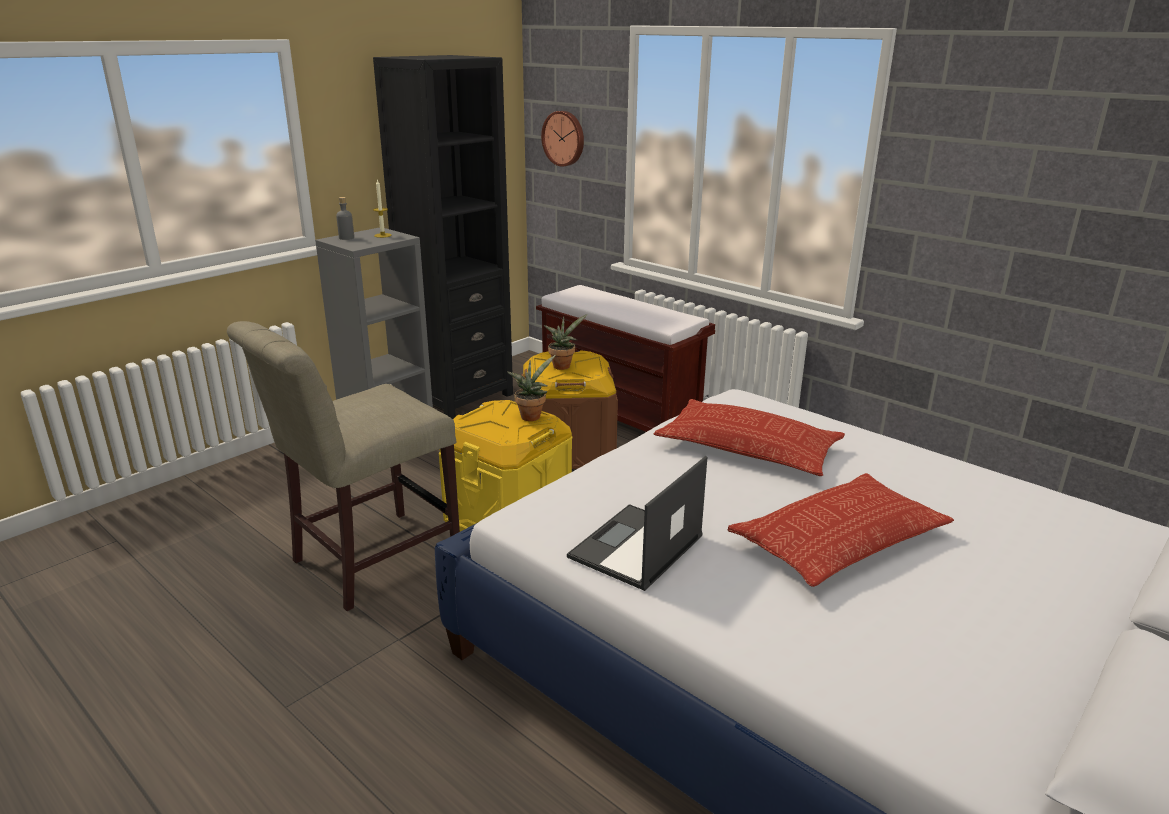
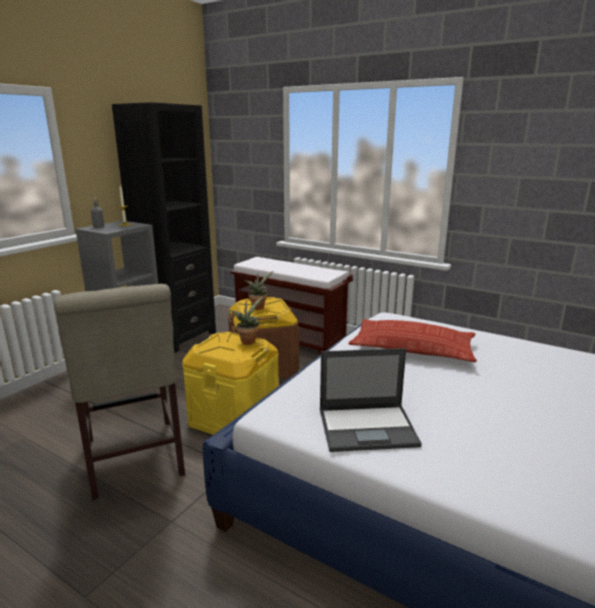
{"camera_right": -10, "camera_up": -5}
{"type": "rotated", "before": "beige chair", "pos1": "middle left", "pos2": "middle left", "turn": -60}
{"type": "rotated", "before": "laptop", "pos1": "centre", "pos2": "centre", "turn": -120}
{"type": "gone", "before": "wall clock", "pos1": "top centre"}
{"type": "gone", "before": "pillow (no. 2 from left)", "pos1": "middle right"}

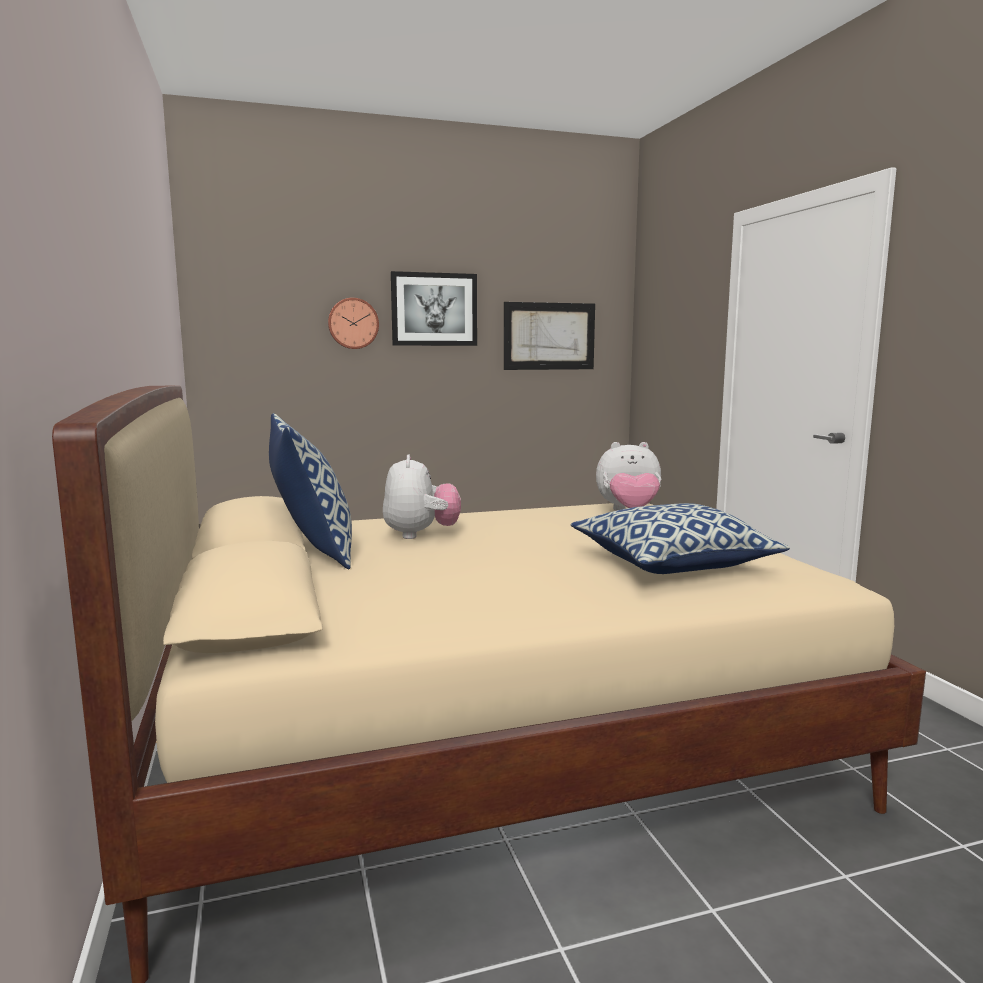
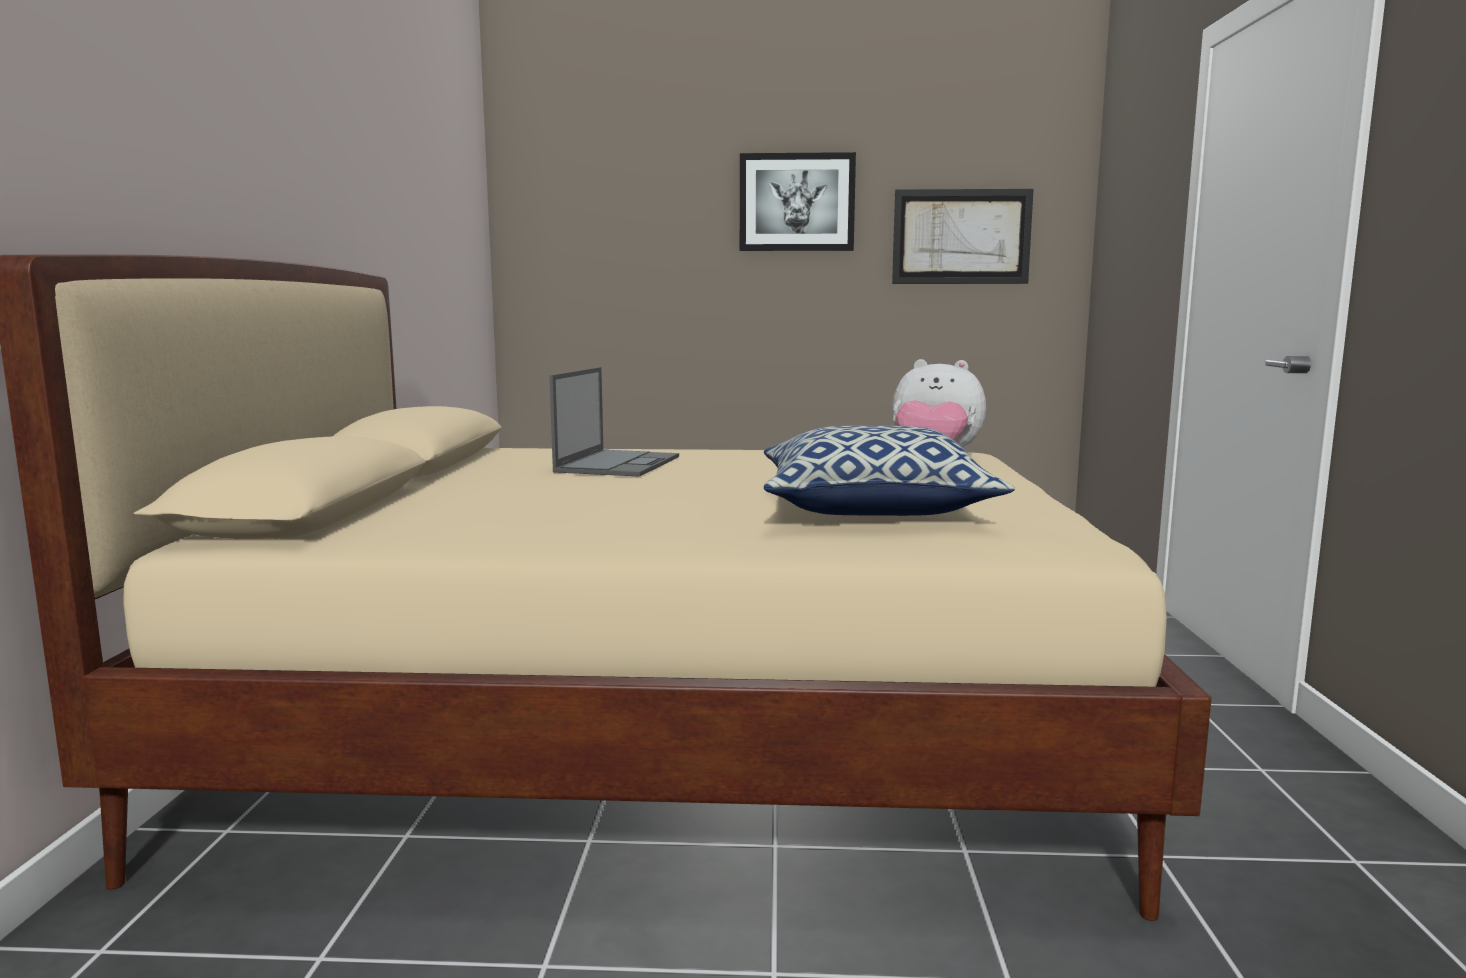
{"camera_right": 20, "camera_up": 0}
{"type": "swapped", "before": "plush toy (no. 1 from left)", "after": "laptop", "pos1": "centre", "pos2": "centre"}
{"type": "gone", "before": "pillow (no. 1 from left)", "pos1": "middle left"}
{"type": "gone", "before": "wall clock", "pos1": "top centre"}

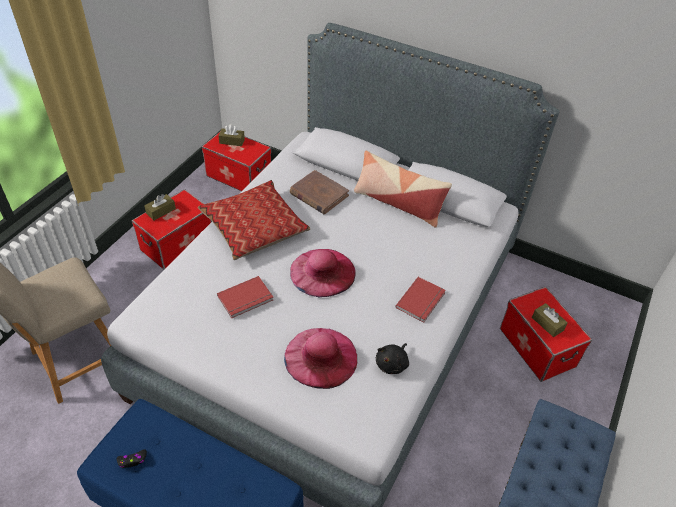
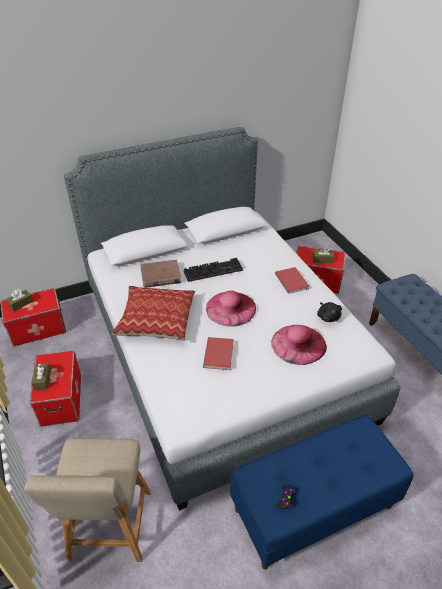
{"camera_right": -50, "camera_up": -5}
{"type": "new", "after": "keyboard", "pos2": "centre"}
{"type": "gone", "before": "pillow (no. 2 from left)", "pos1": "centre"}

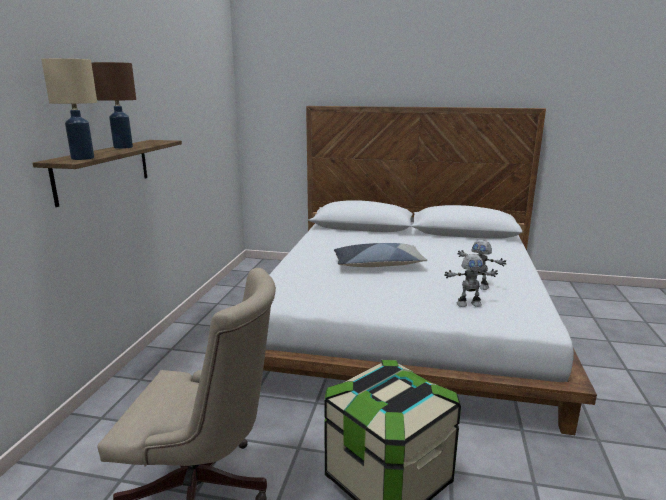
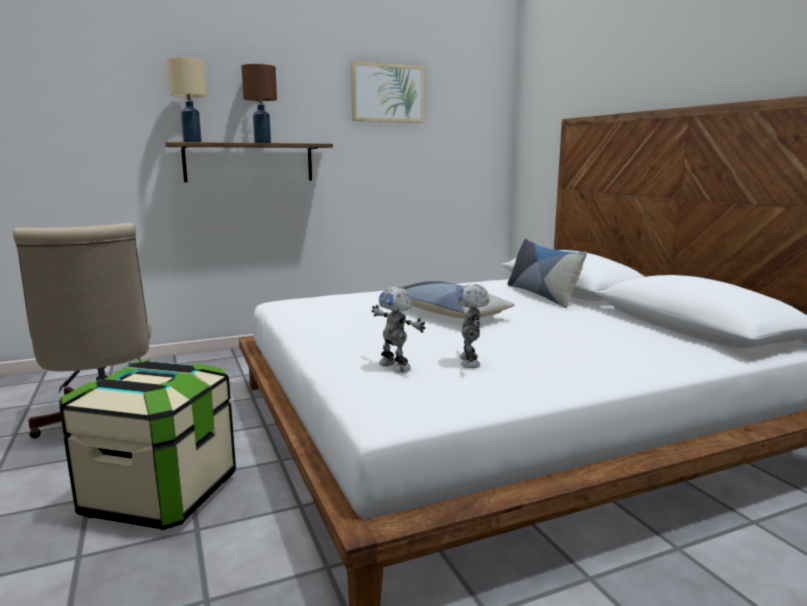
{"camera_right": 55, "camera_up": -5}
{"type": "new", "after": "picture", "pos2": "top centre"}
{"type": "new", "after": "pillow (no. 2 from left)", "pos2": "middle right"}

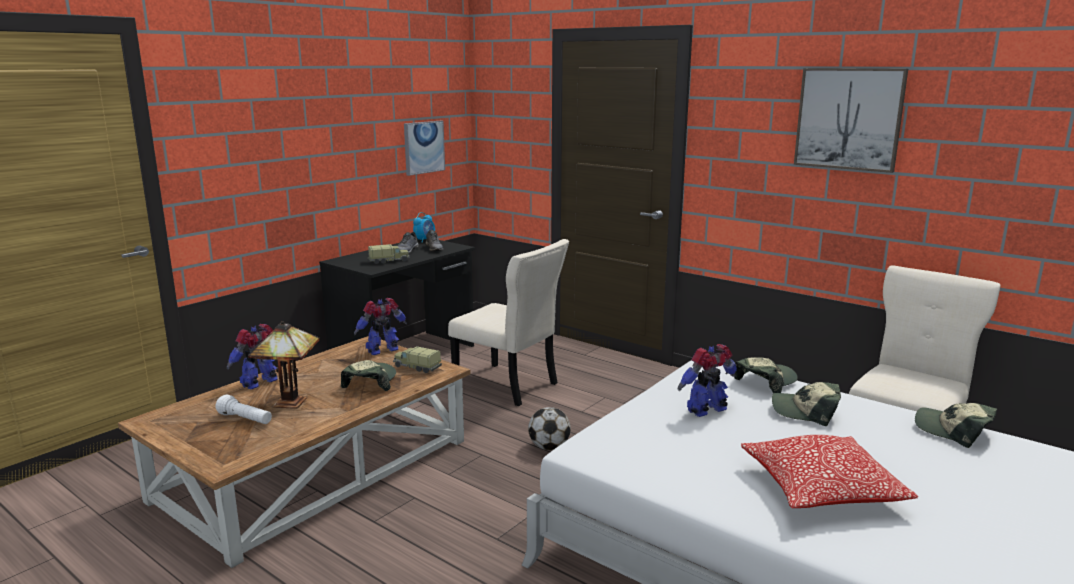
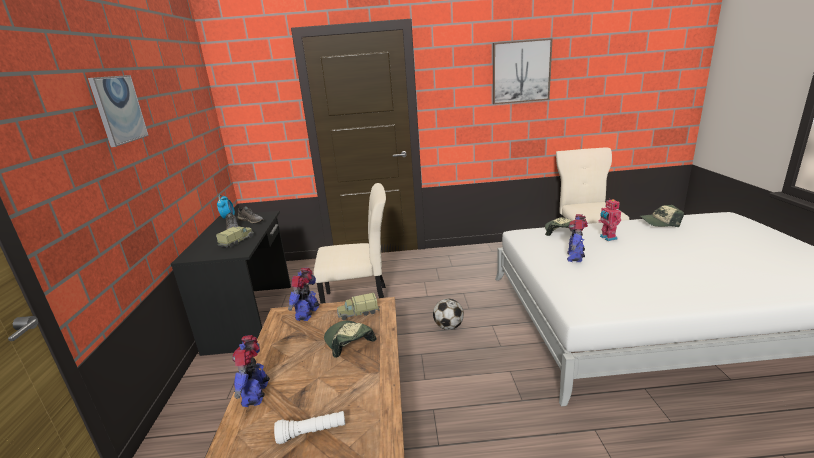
{"camera_right": -40, "camera_up": 5}
{"type": "shifted", "before": "picture (no. 1 from left)", "pos1": "top centre", "pos2": "top left"}
{"type": "swapped", "before": "cap (no. 3 from left)", "after": "toy robot (no. 4 from left)", "pos1": "bottom right", "pos2": "middle right"}
{"type": "gone", "before": "table lamp", "pos1": "middle left"}
{"type": "gone", "before": "pillow", "pos1": "bottom right"}

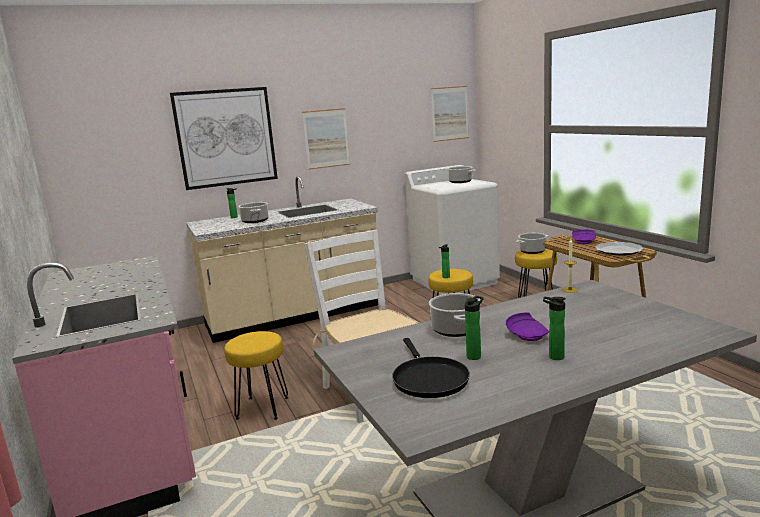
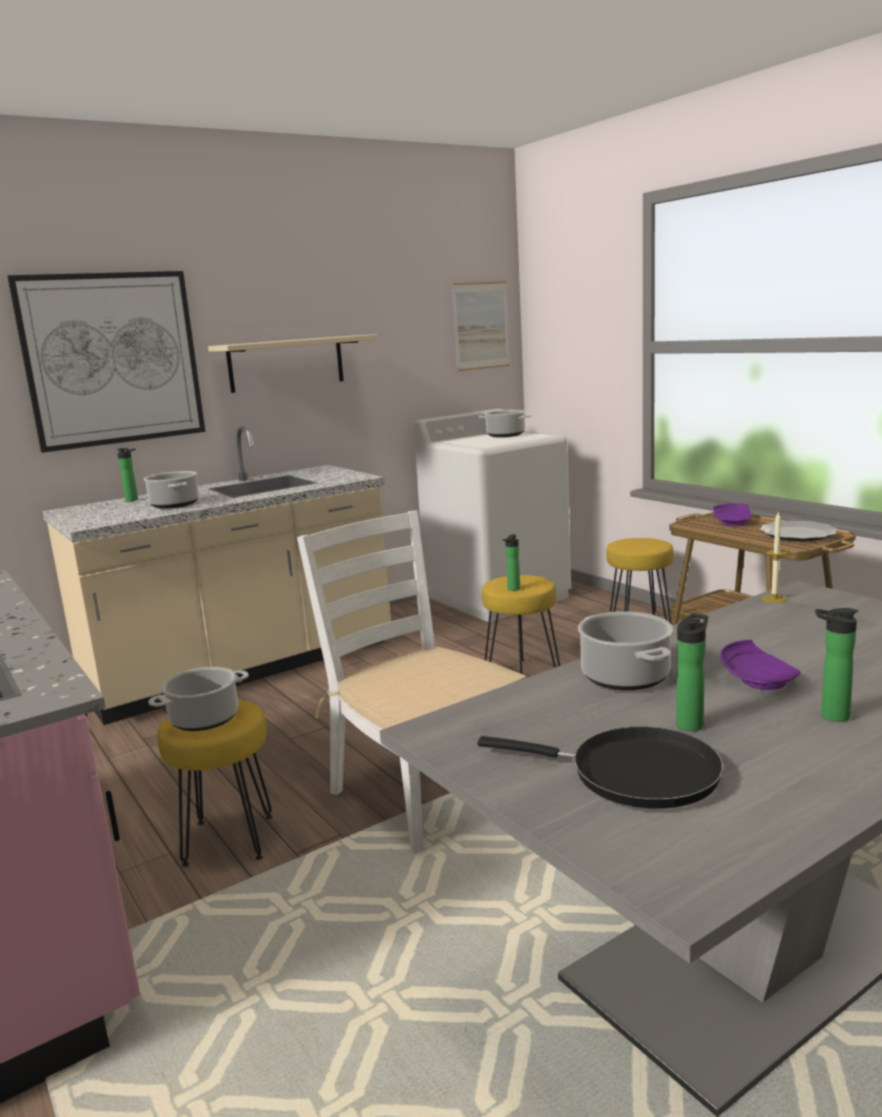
{"camera_right": -10, "camera_up": 0}
{"type": "shifted", "before": "cooking pot (no. 4 from left in the first image)", "after": "cooking pot (no. 2 from left)", "pos1": "middle right", "pos2": "middle left"}
{"type": "swapped", "before": "picture (no. 2 from left)", "after": "beige shelf", "pos1": "top centre", "pos2": "top left"}
{"type": "rotated", "before": "black frying pan", "pos1": "bottom centre", "pos2": "bottom right", "turn": -45}

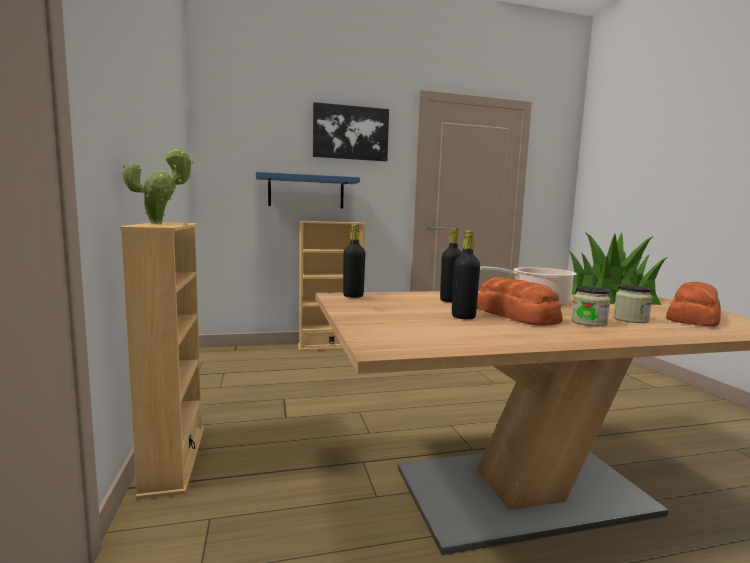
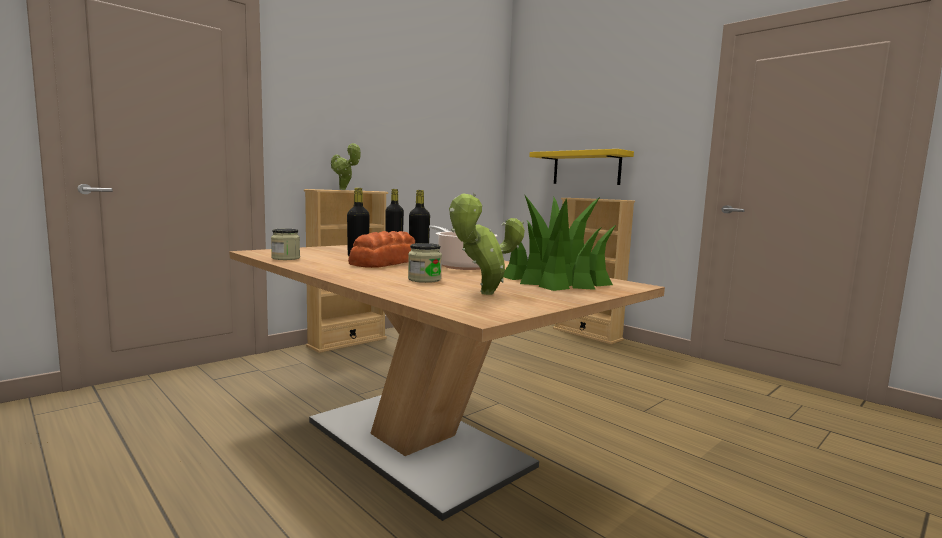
{"camera_right": 60, "camera_up": 0}
{"type": "shifted", "before": "jar (no. 1 from left)", "pos1": "middle right", "pos2": "middle left"}
{"type": "swapped", "before": "bread (no. 2 from left)", "after": "potted plant (no. 2 from left)", "pos1": "middle right", "pos2": "centre"}
{"type": "repainted", "before": "blue shelf", "after": "yellow shelf", "pos1": "centre", "pos2": "top centre"}
{"type": "gone", "before": "picture", "pos1": "top centre"}

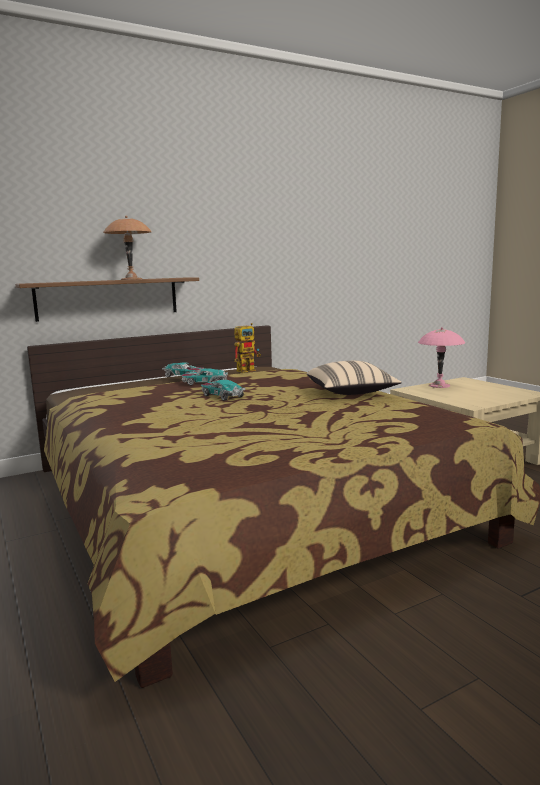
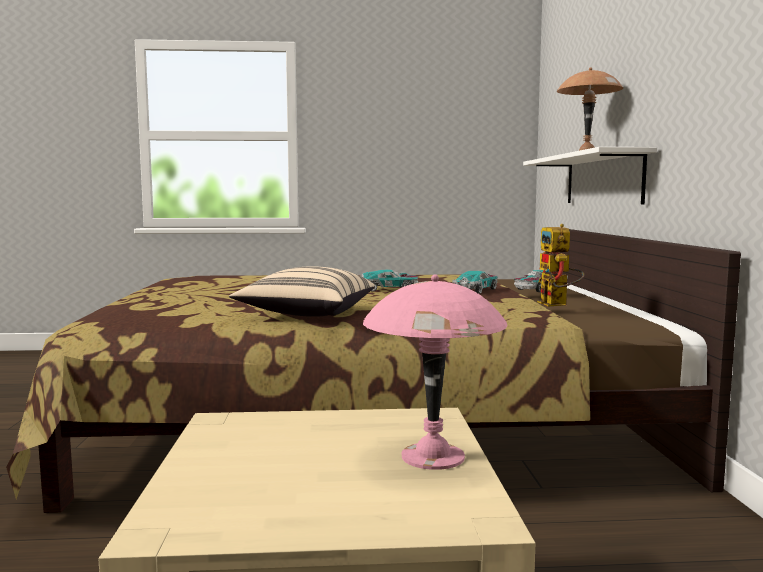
{"camera_right": 115, "camera_up": -5}
{"type": "repainted", "before": "brown shelf", "after": "white shelf", "pos1": "middle left", "pos2": "top right"}

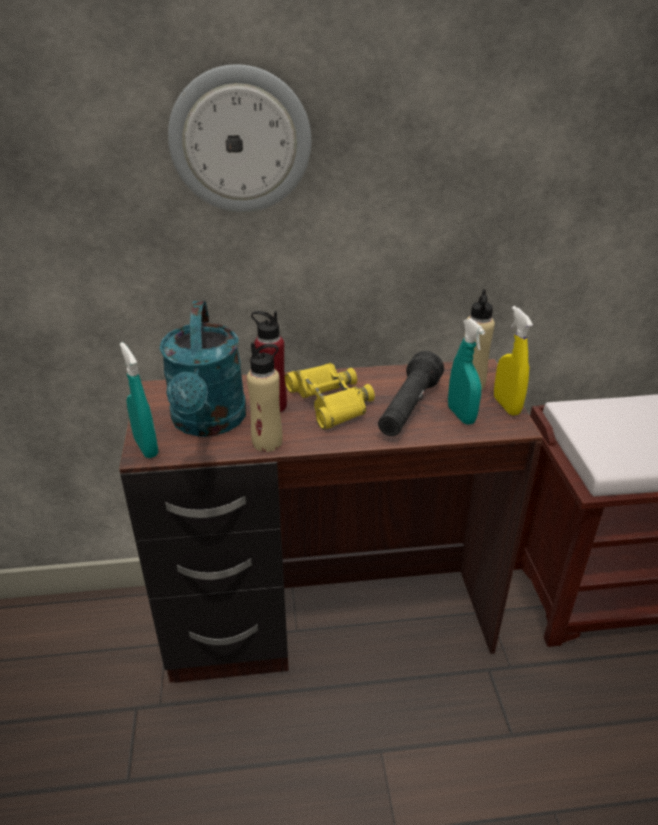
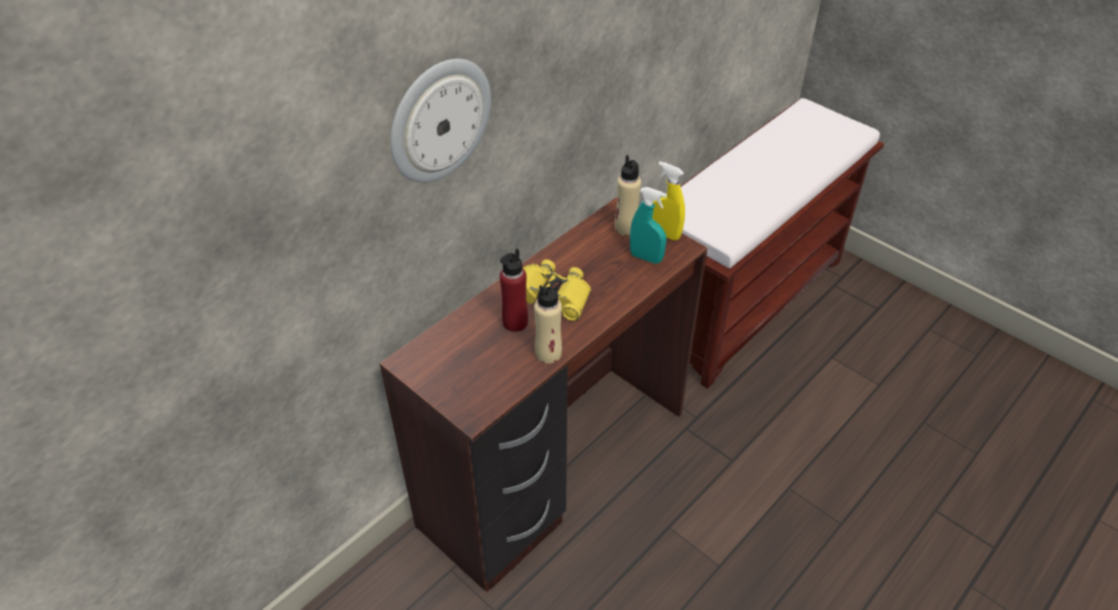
{"camera_right": -40, "camera_up": 10}
{"type": "gone", "before": "turquoise spray bottle (no. 1 from left)", "pos1": "middle left"}
{"type": "gone", "before": "turquoise watering can", "pos1": "middle left"}
{"type": "gone", "before": "black flashlight", "pos1": "centre"}

